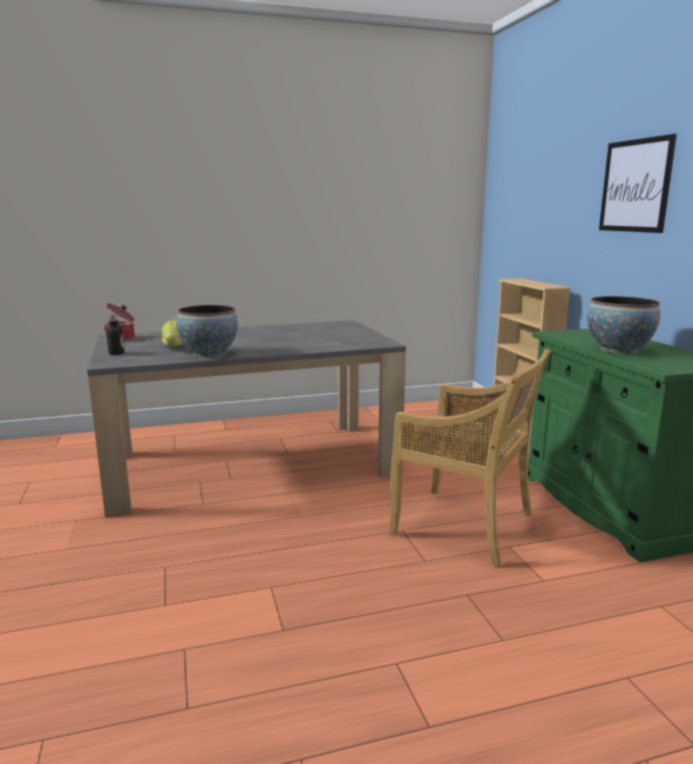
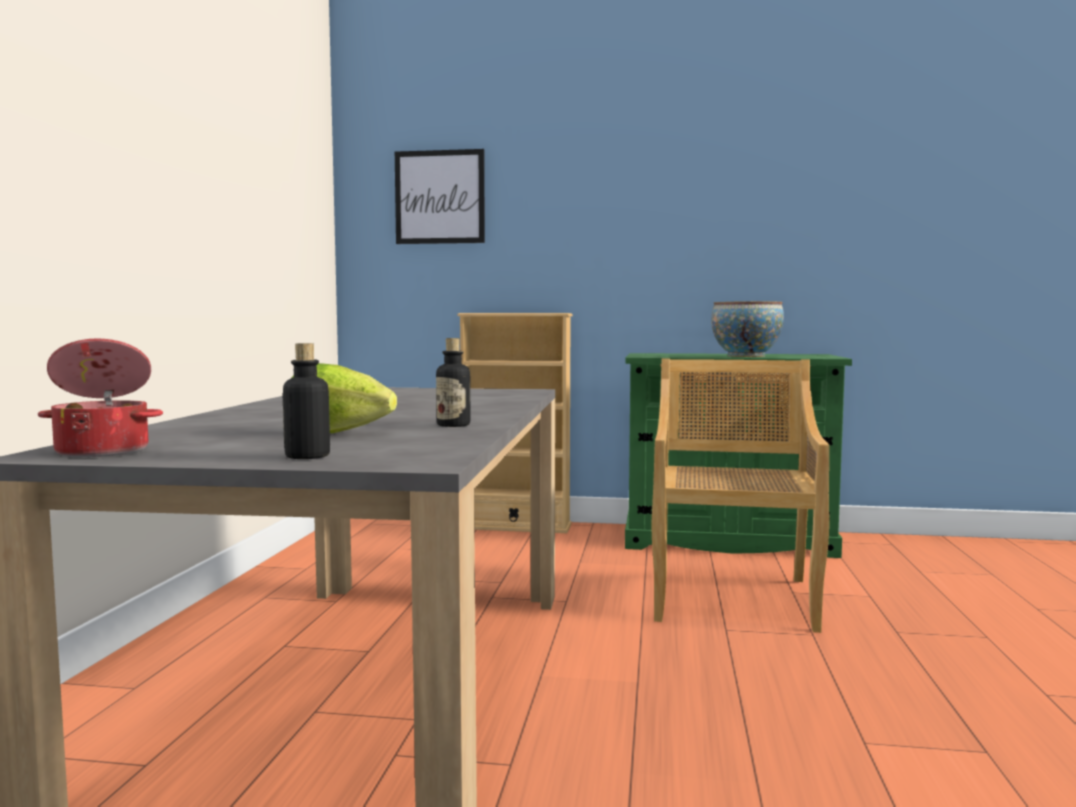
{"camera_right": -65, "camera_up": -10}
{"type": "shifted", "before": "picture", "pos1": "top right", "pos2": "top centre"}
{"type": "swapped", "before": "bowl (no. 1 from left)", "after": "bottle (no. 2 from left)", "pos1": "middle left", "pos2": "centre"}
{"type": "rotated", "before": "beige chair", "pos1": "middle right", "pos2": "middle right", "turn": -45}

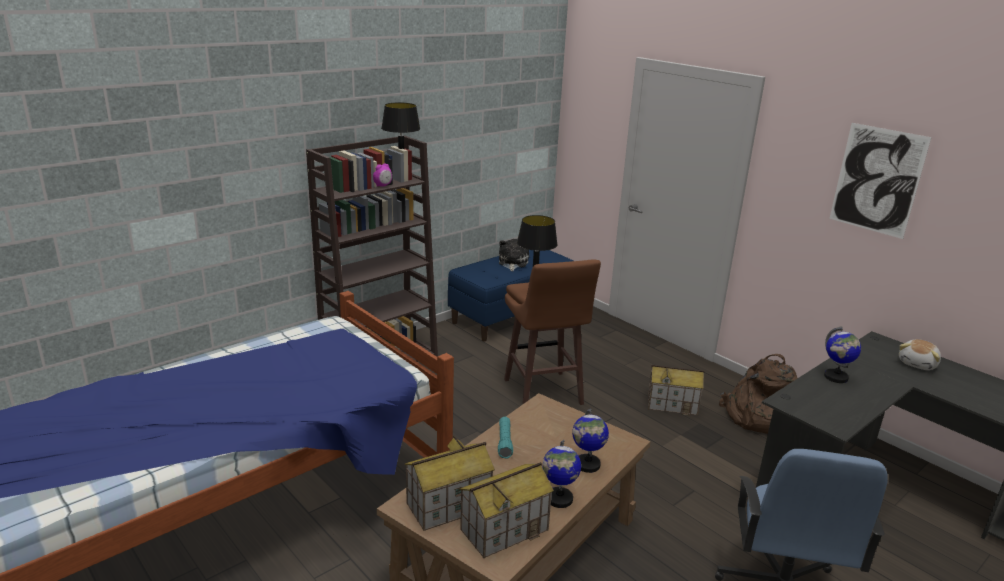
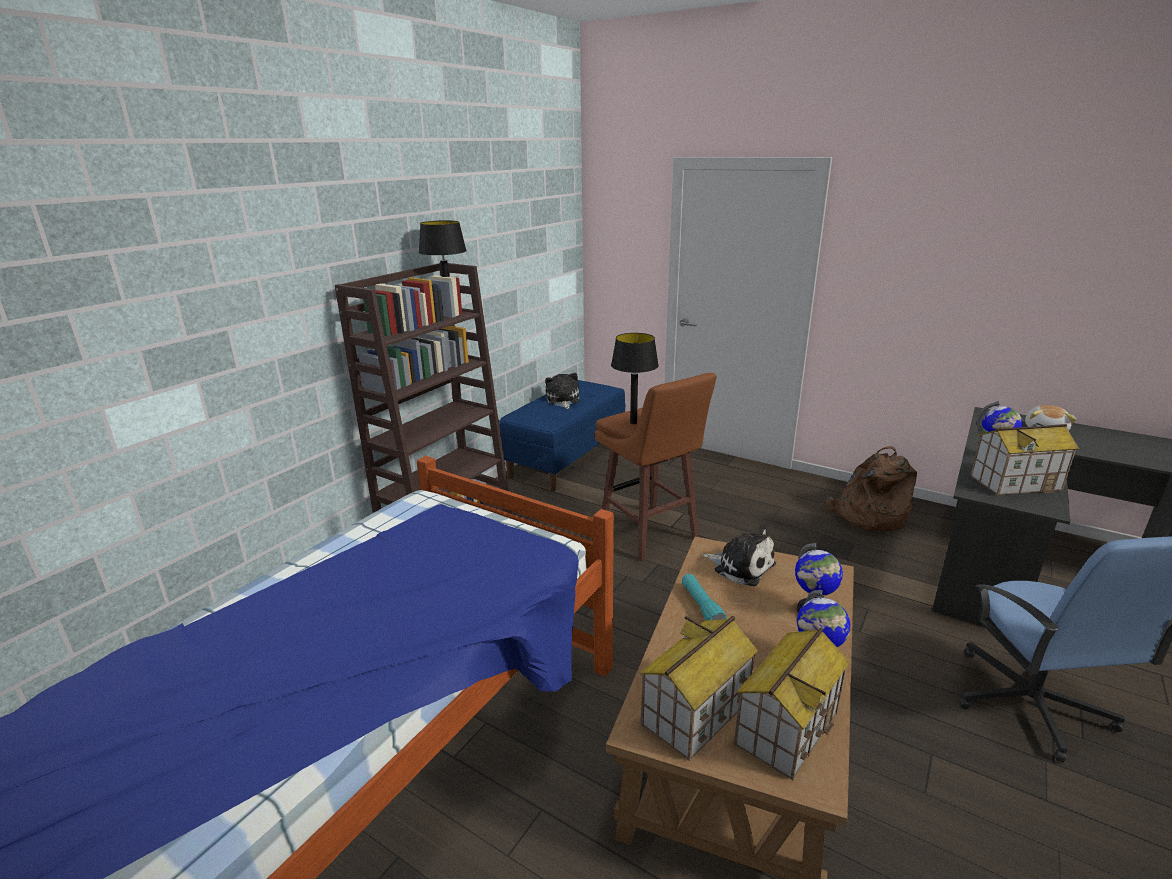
{"camera_right": -15, "camera_up": 0}
{"type": "new", "after": "plush toy (no. 2 from left)", "pos2": "centre"}
{"type": "shifted", "before": "toy house (no. 3 from left)", "pos1": "bottom right", "pos2": "middle right"}
{"type": "gone", "before": "alarm clock", "pos1": "top centre"}
{"type": "gone", "before": "picture", "pos1": "top right"}

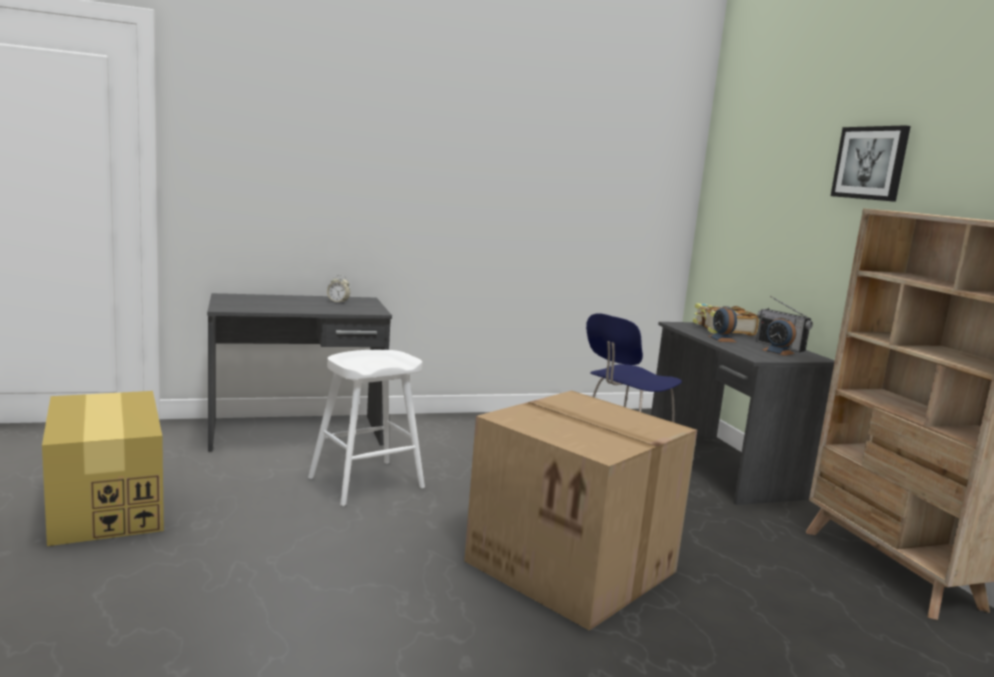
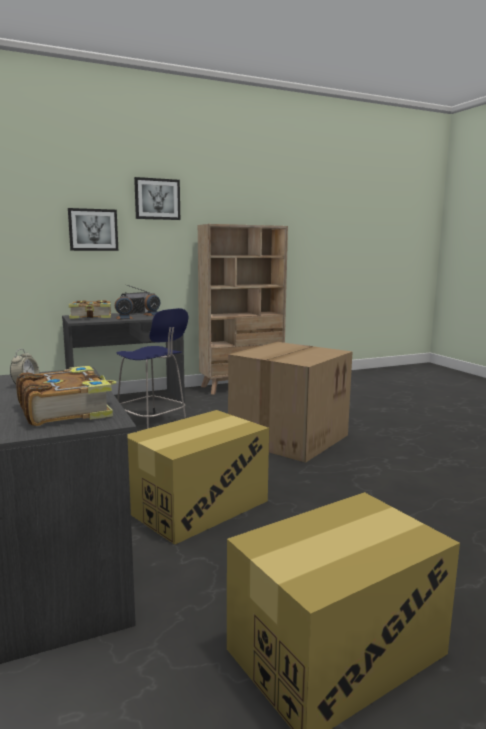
{"camera_right": -95, "camera_up": 0}
{"type": "new", "after": "book (no. 1 from left)", "pos2": "middle left"}
{"type": "new", "after": "picture (no. 1 from left)", "pos2": "top left"}
{"type": "swapped", "before": "white stool", "after": "cardboard box (no. 1 from left)", "pos1": "centre", "pos2": "centre"}

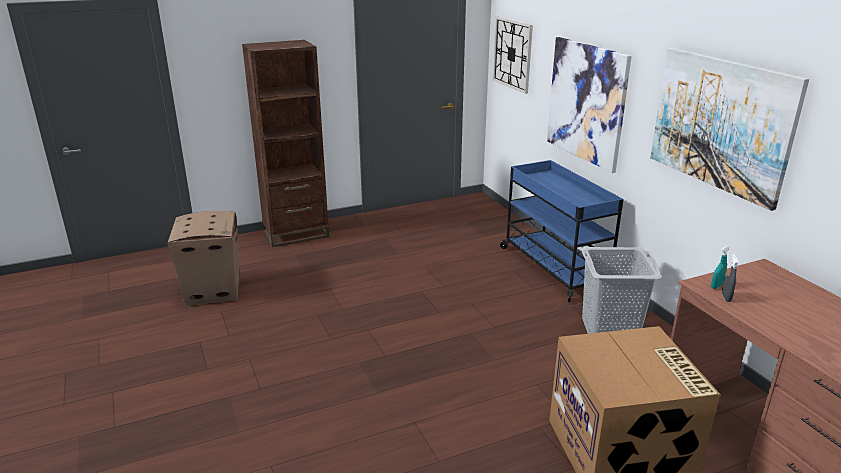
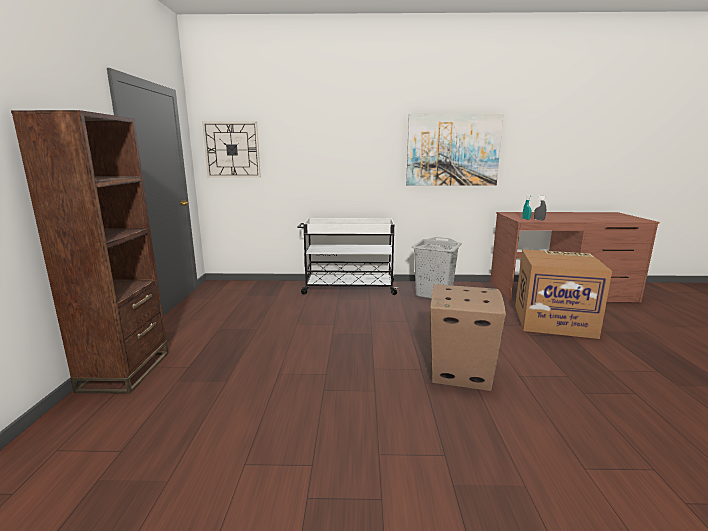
{"camera_right": -65, "camera_up": -10}
{"type": "repainted", "before": "blue cart", "after": "white cart", "pos1": "middle right", "pos2": "centre"}
{"type": "shifted", "before": "cardboard box (no. 1 from left)", "pos1": "middle left", "pos2": "centre"}
{"type": "gone", "before": "picture (no. 1 from left)", "pos1": "top right"}

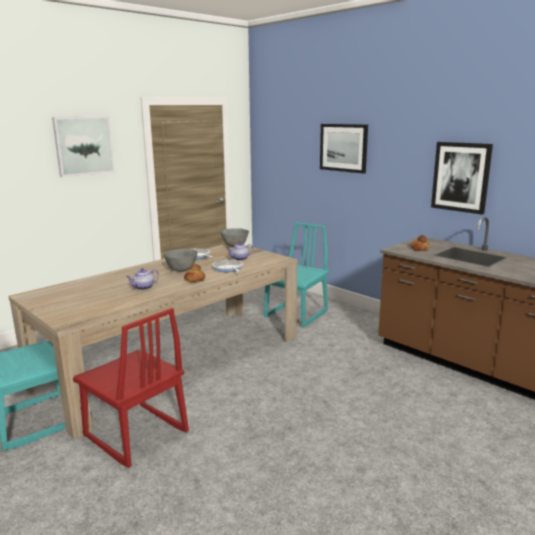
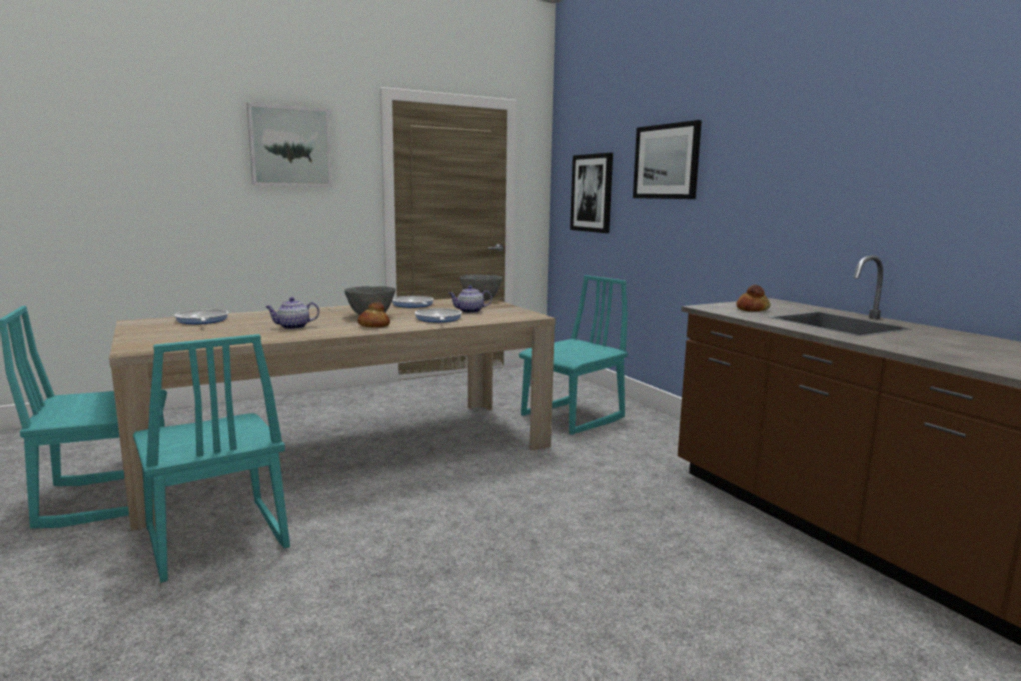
{"camera_right": 15, "camera_up": -5}
{"type": "repainted", "before": "red chair", "after": "turquoise chair (no. 2 from left)", "pos1": "bottom left", "pos2": "bottom left"}
{"type": "new", "after": "frying pan (no. 1 from left)", "pos2": "middle left"}
{"type": "shifted", "before": "picture (no. 3 from left in the first image)", "after": "picture (no. 2 from left)", "pos1": "top right", "pos2": "top centre"}

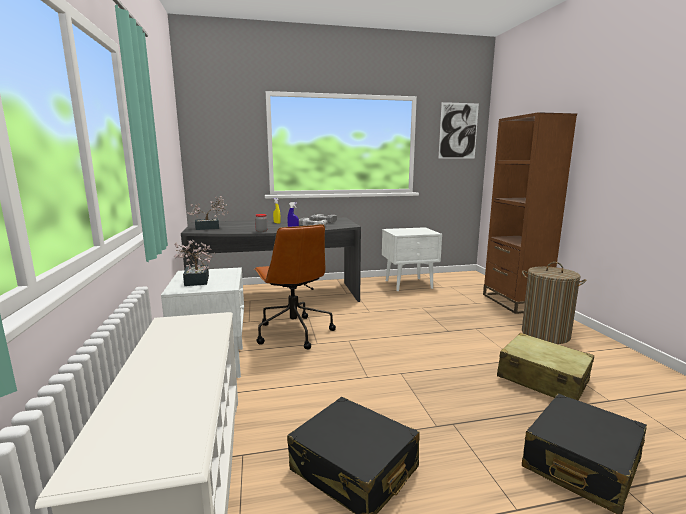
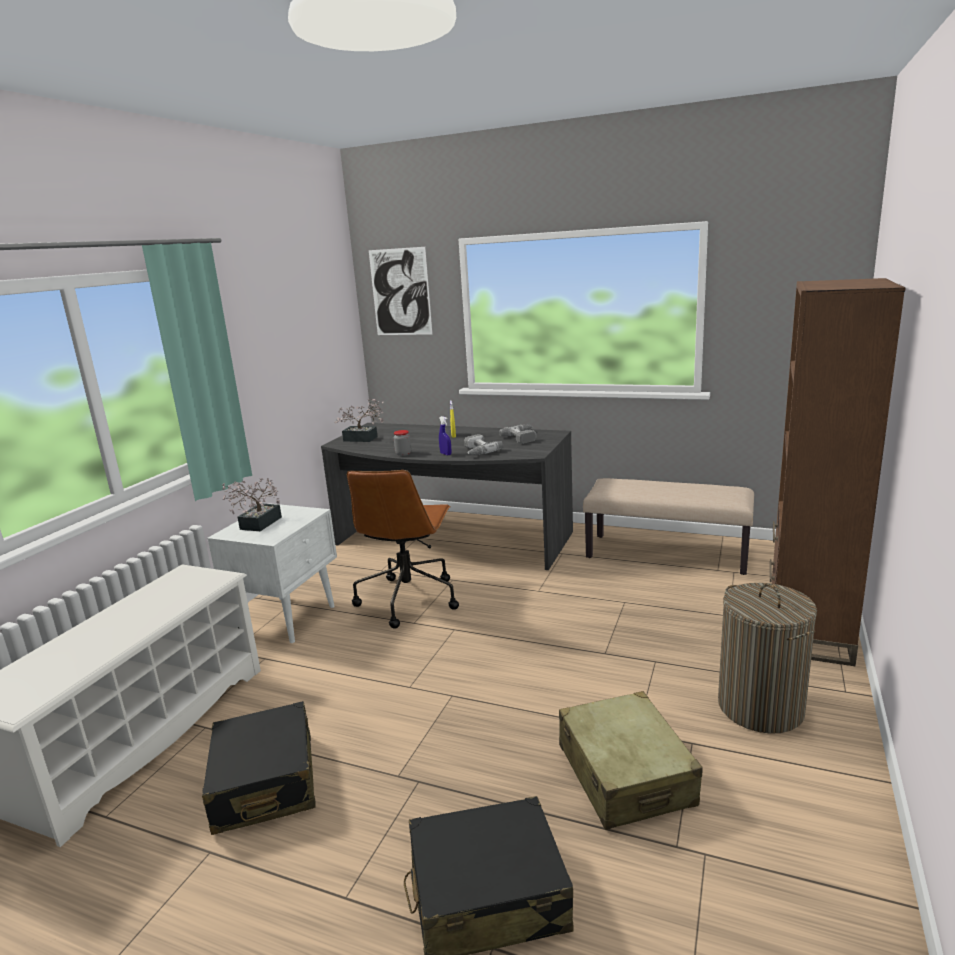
{"camera_right": 35, "camera_up": 5}
{"type": "shifted", "before": "picture", "pos1": "top right", "pos2": "top centre"}
{"type": "swapped", "before": "white nightstand (no. 2 from left)", "after": "beige bench", "pos1": "centre", "pos2": "middle right"}

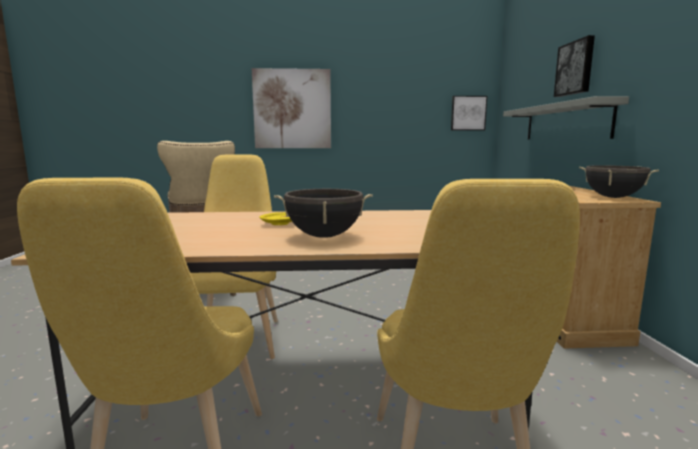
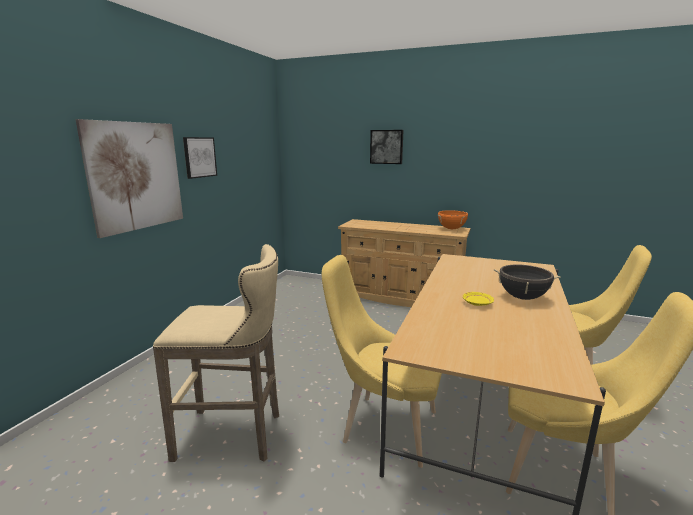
{"camera_right": -65, "camera_up": 5}
{"type": "shifted", "before": "picture (no. 2 from left)", "pos1": "top right", "pos2": "top left"}
{"type": "repainted", "before": "black cooking pot (no. 2 from left)", "after": "orange cooking pot", "pos1": "middle right", "pos2": "centre"}
{"type": "gone", "before": "grey shelf", "pos1": "top right"}

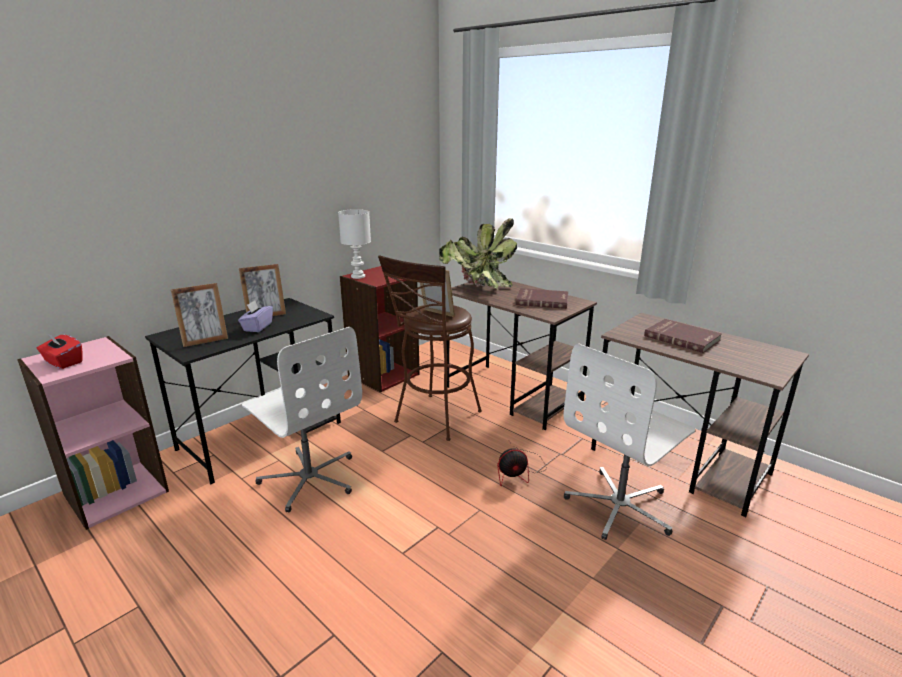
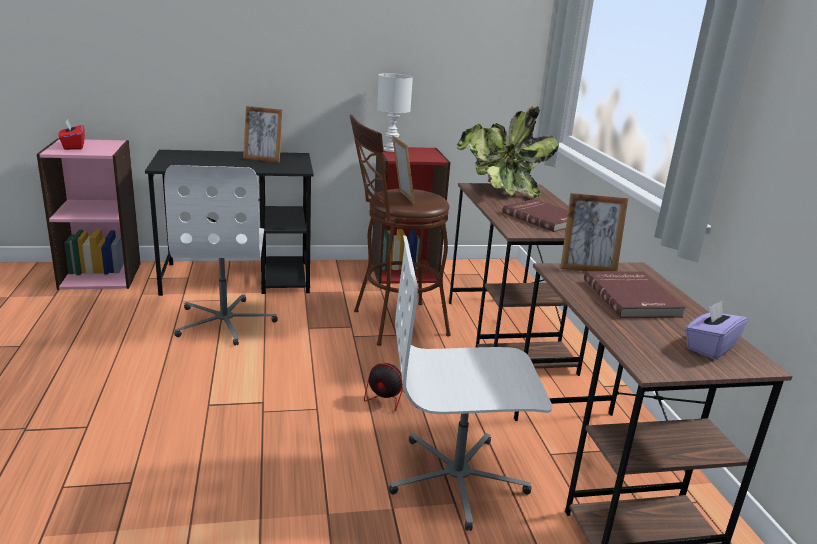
{"camera_right": 35, "camera_up": 0}
{"type": "shifted", "before": "picture frame (no. 1 from left in the first image)", "after": "picture frame (no. 3 from left)", "pos1": "middle left", "pos2": "middle right"}
{"type": "shifted", "before": "purple tissue box", "pos1": "middle left", "pos2": "middle right"}

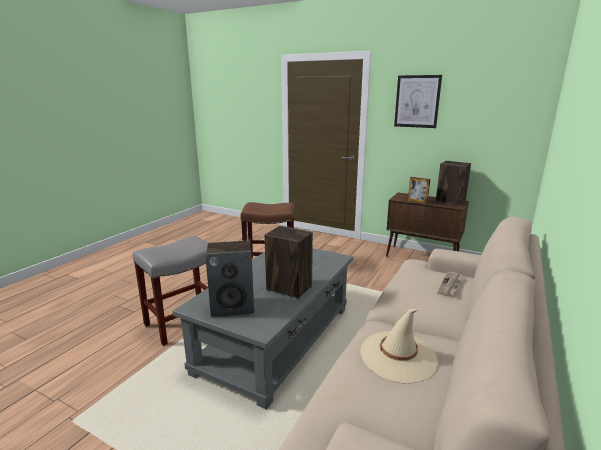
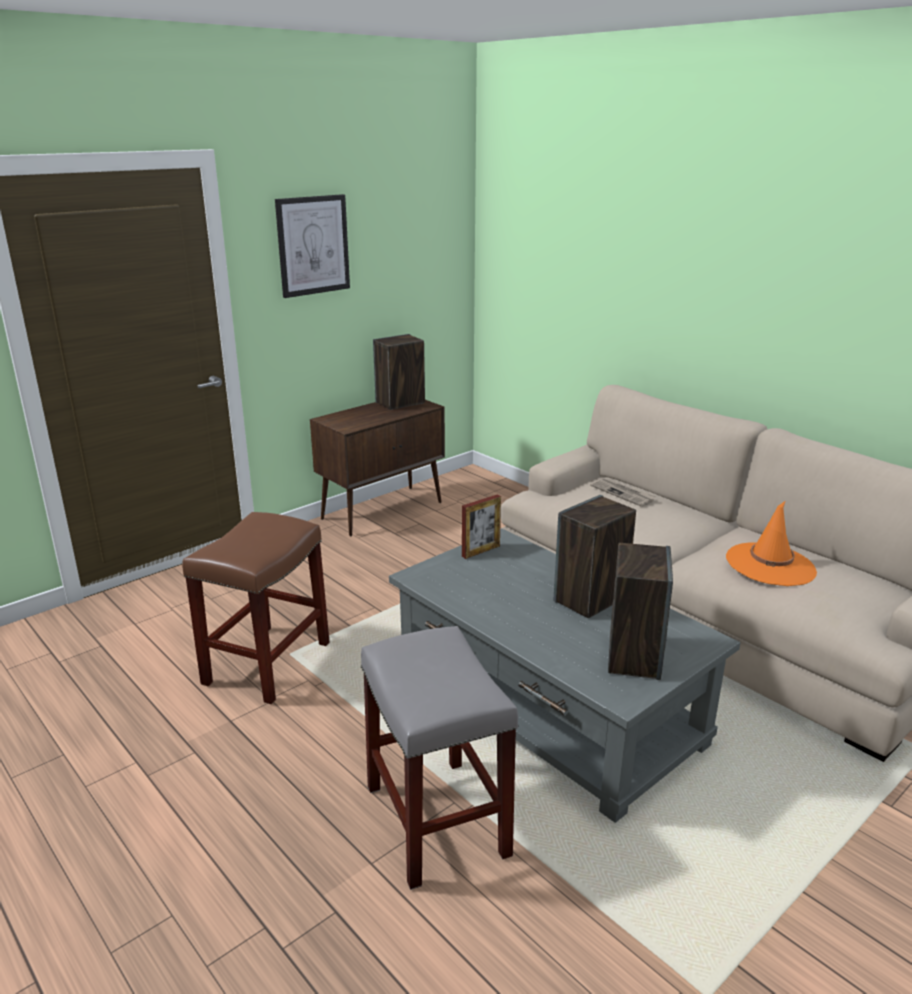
{"camera_right": -70, "camera_up": 5}
{"type": "shifted", "before": "picture frame", "pos1": "middle right", "pos2": "centre"}
{"type": "repainted", "before": "beige hat", "after": "orange hat", "pos1": "bottom centre", "pos2": "middle right"}

